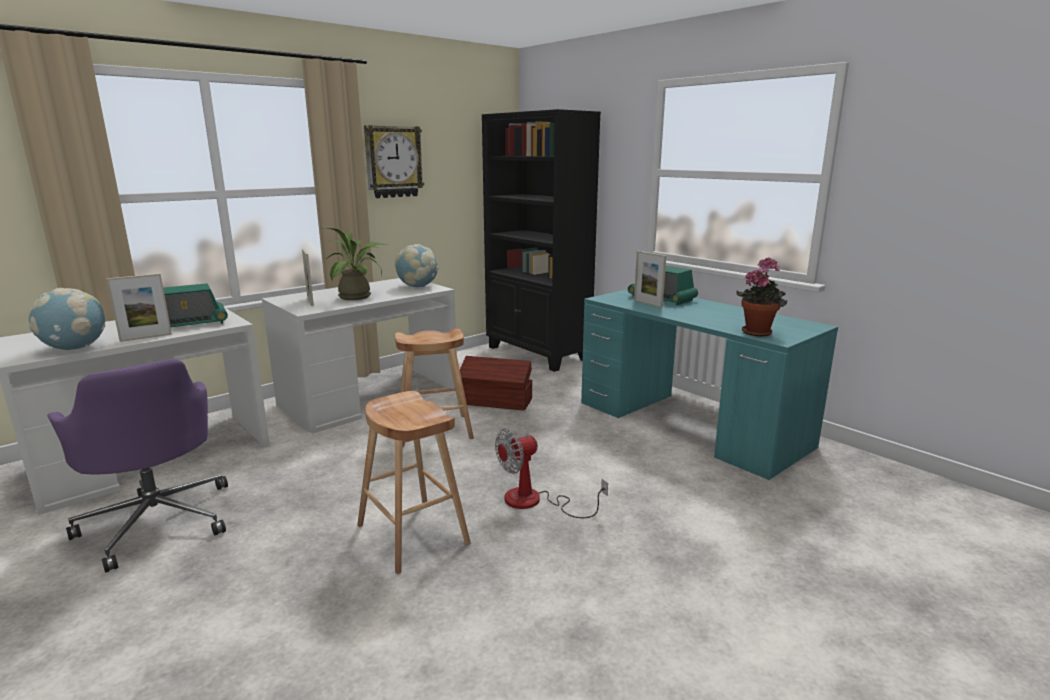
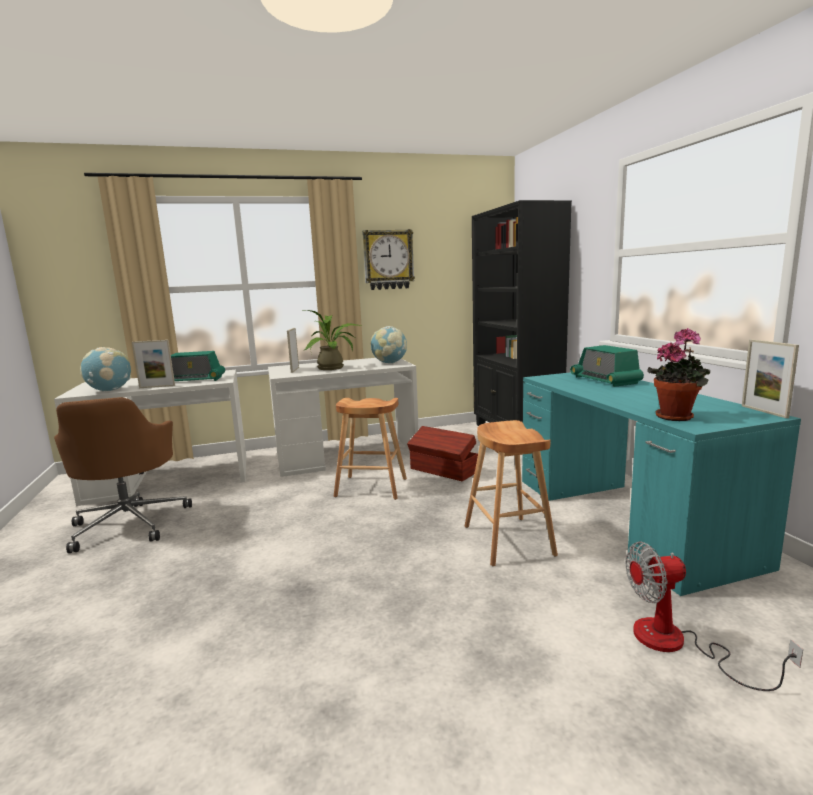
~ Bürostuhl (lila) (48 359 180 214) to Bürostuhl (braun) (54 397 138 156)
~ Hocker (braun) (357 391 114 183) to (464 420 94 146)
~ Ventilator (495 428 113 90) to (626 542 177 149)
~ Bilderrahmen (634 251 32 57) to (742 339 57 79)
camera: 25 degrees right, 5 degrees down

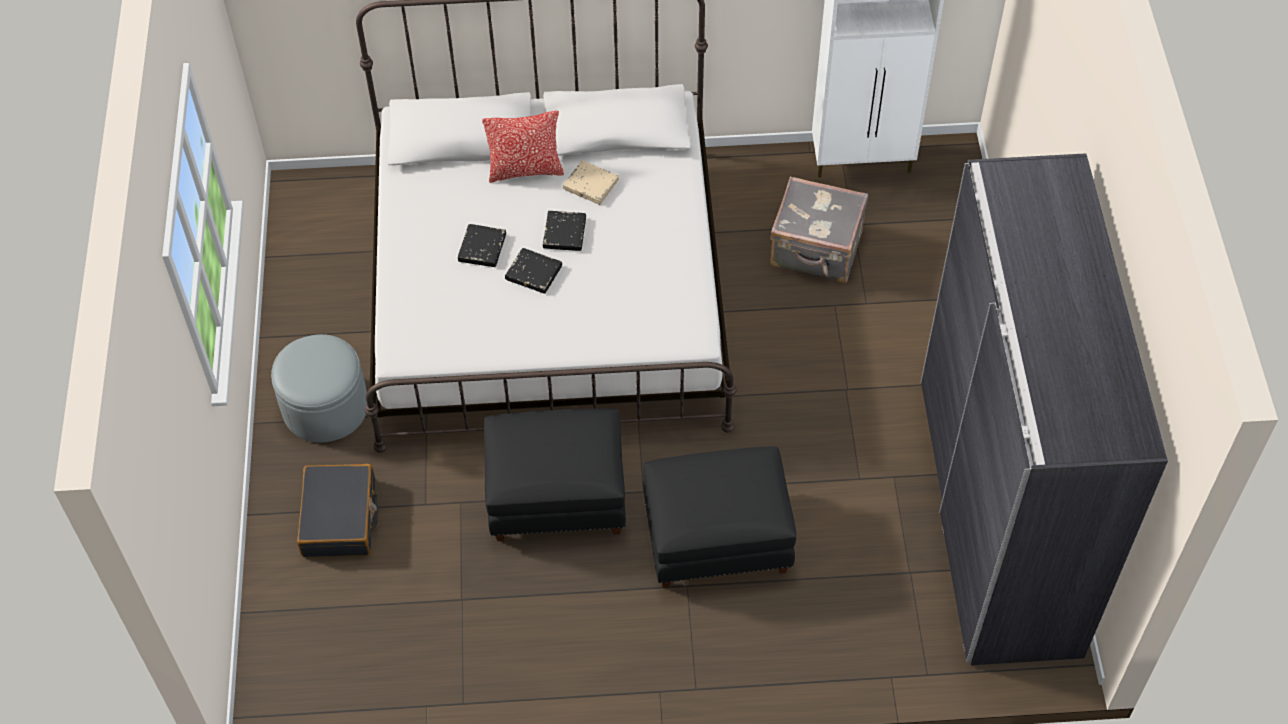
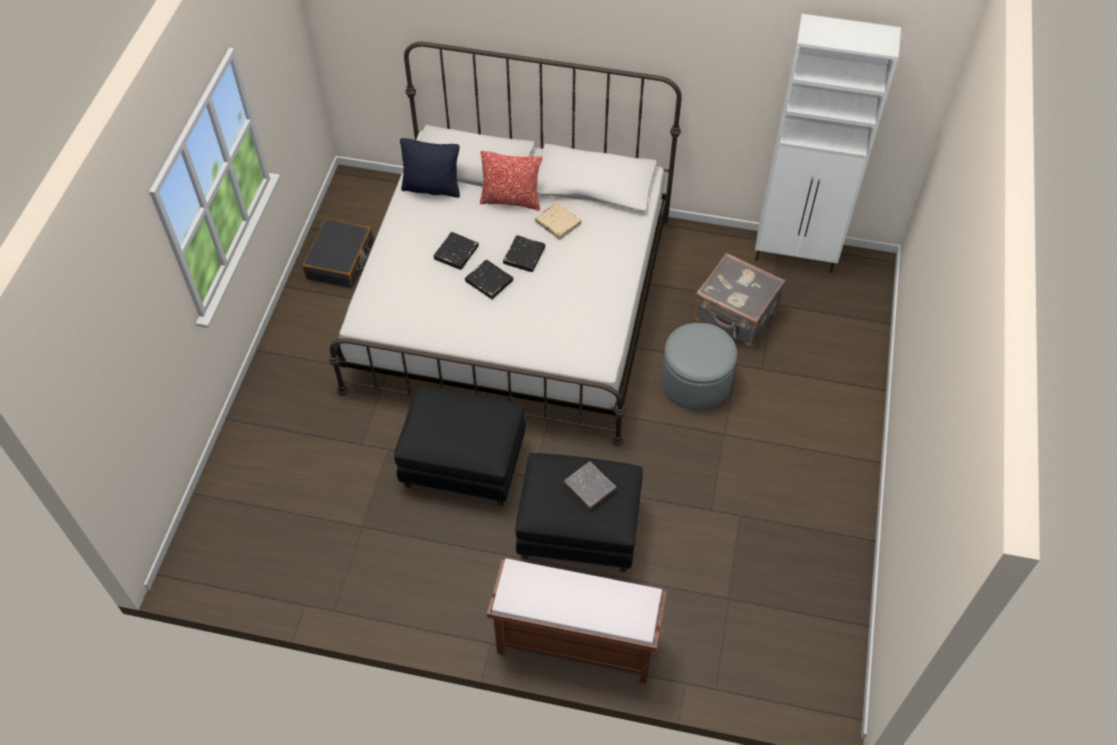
~ Polsterhocker (grau) (271 334 96 109) to (661 323 76 87)
~ Koffer (schwarz) (297 464 81 93) to (302 219 72 69)
- Kleiderschrank (grau) (920 153 248 512)
+ Kissen (schwarz) (400 138 60 60)
+ Bank (braun) (487 558 180 126)
+ Buch (grau) (564 461 52 49)
camera: 15 degrees right, 0 degrees up

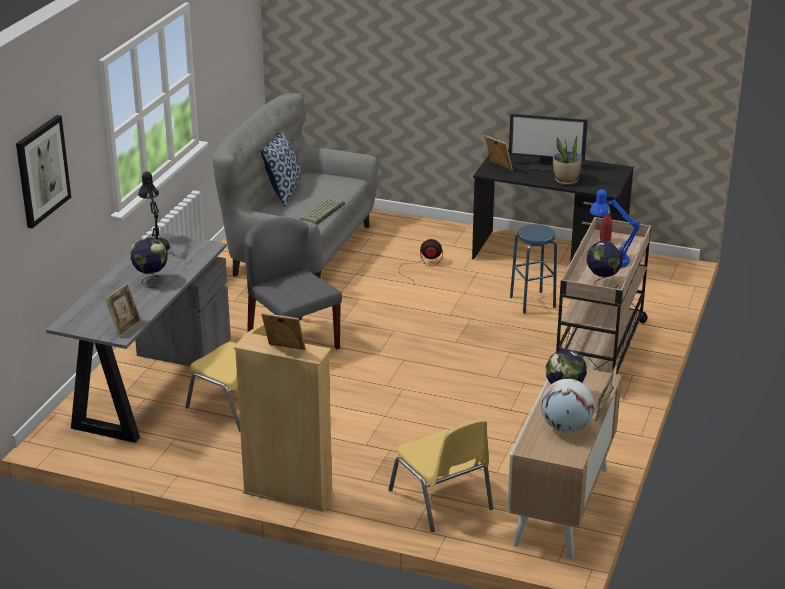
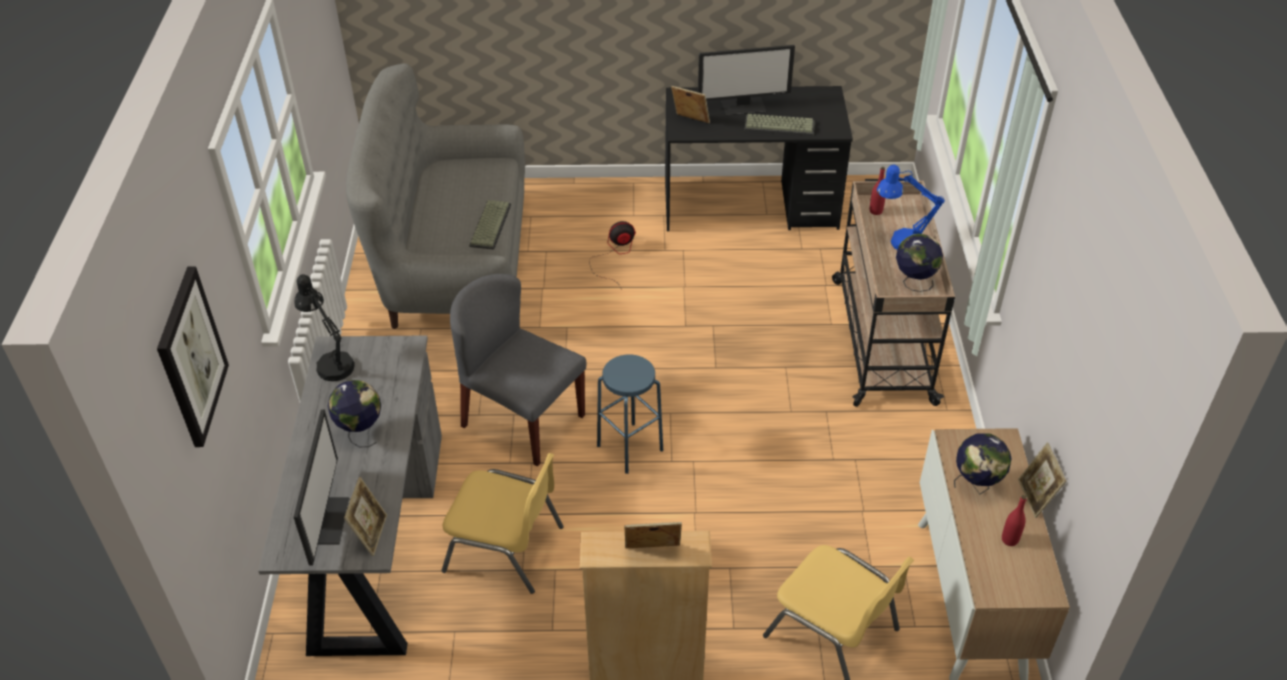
- Kissen (260 131 41 75)
~ Hocker (blau) (510 224 47 90) to (597 354 66 120)
~ Globus (541 379 54 54) to Flasche (rot) (1002 495 25 51)
~ Topfpflanze (553 137 29 48) to Tastatur (744 114 71 22)
+ Monitor (294 410 56 156)
camera: 20 degrees left, 15 degrees up

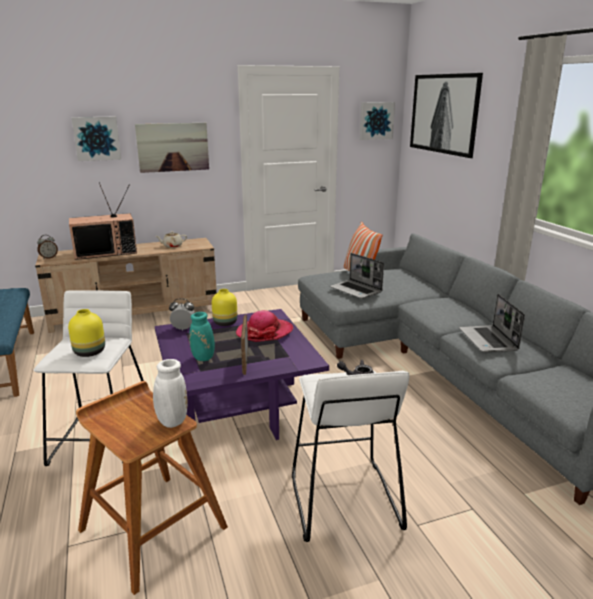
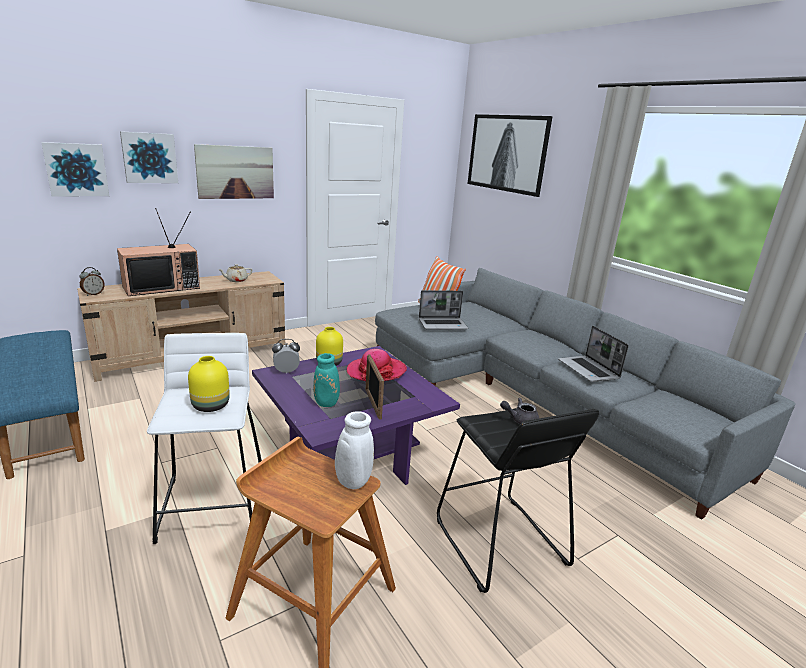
~ Hocker (weiß) (292 370 117 172) to Hocker (schwarz) (437 408 162 185)
~ Laptop (330 253 54 46) = (419 290 49 39) 45 degrees counterclockwise
~ Bild (360 102 35 38) to (41 142 68 55)
camera: 15 degrees left, 0 degrees up

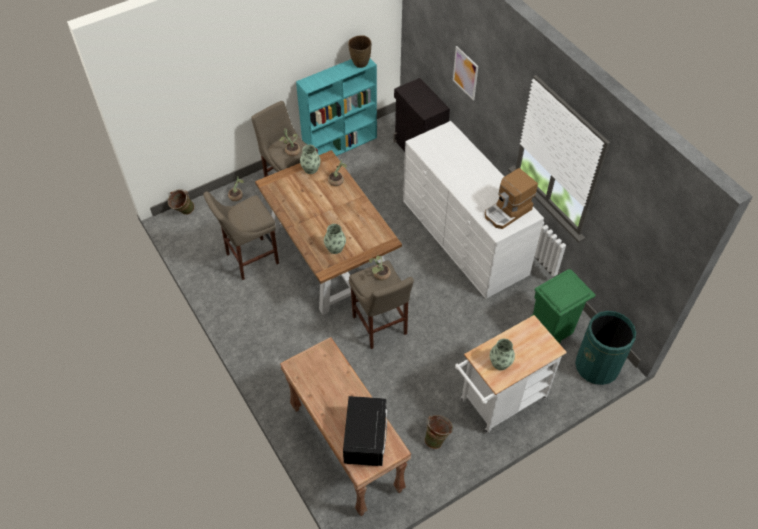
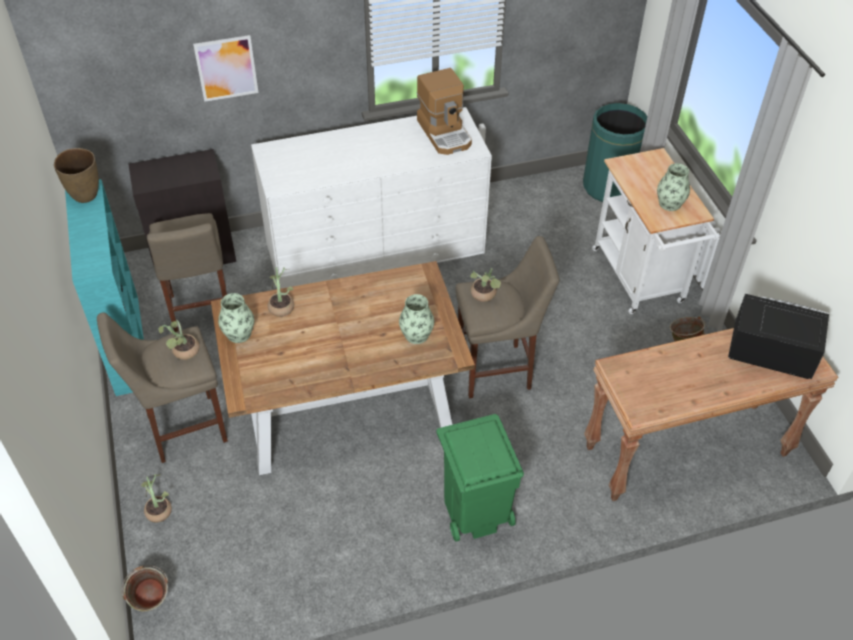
~ Hocker (beige) (203 191 76 89) to (147 213 80 119)
~ Mülleimer (grün) (530 269 65 75) to (436 414 88 128)
camera: 75 degrees left, 5 degrees down

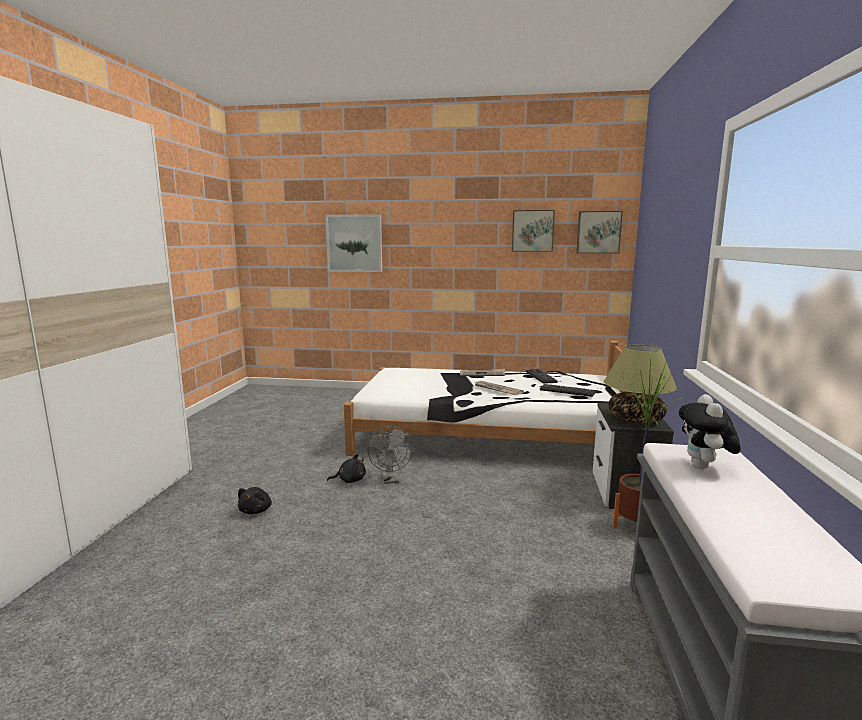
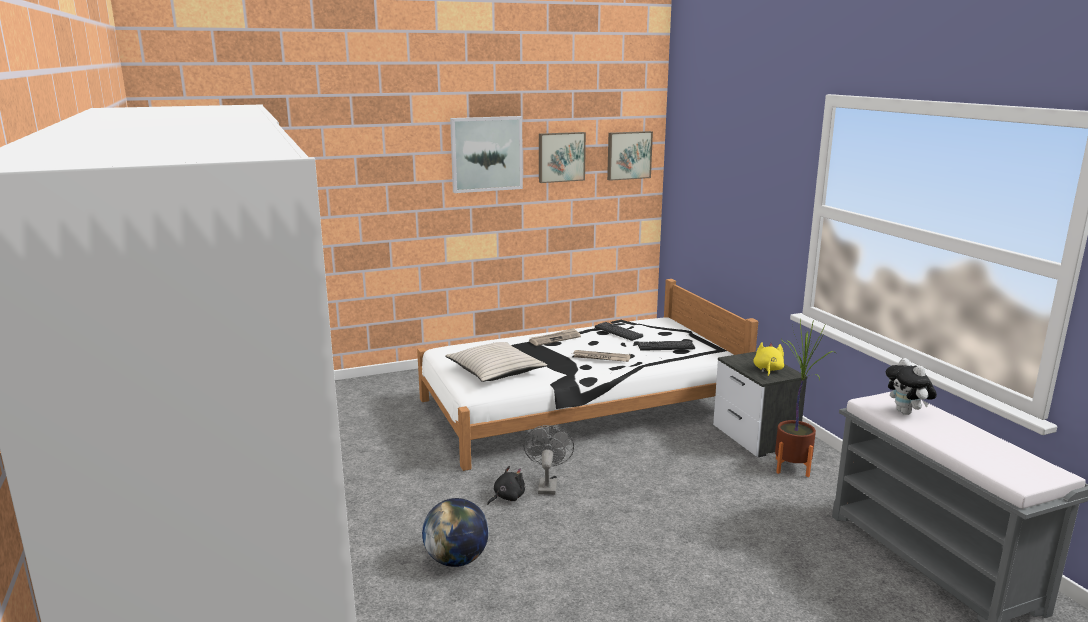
~ Plüschtier (schwarz) (238 487 34 27) to Globus (422 498 67 69)
~ Bild (325 214 57 58) to (450 116 73 77)
~ Ventilator (grau) (368 426 46 58) = (523 425 51 70) 135 degrees counterclockwise
~ Tischlampe (604 344 73 79) to Plüschtier (gelb) (754 343 30 34)
+ Kissen (beige) (445 342 102 40)
camera: 30 degrees left, 5 degrees up

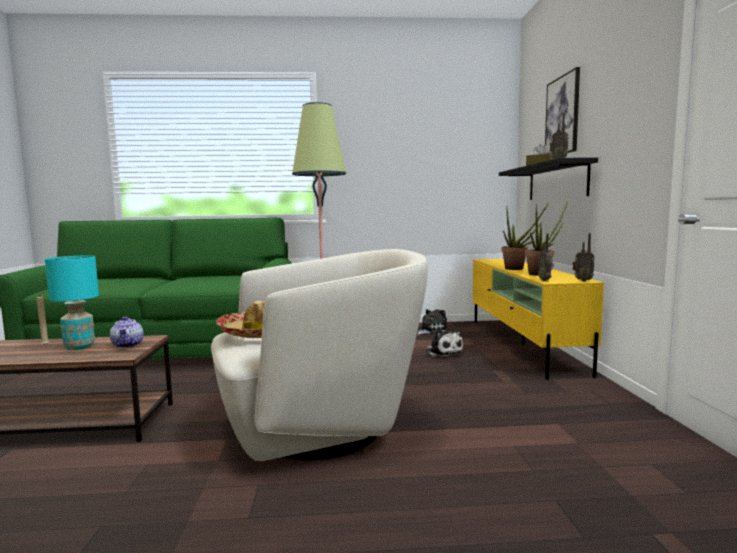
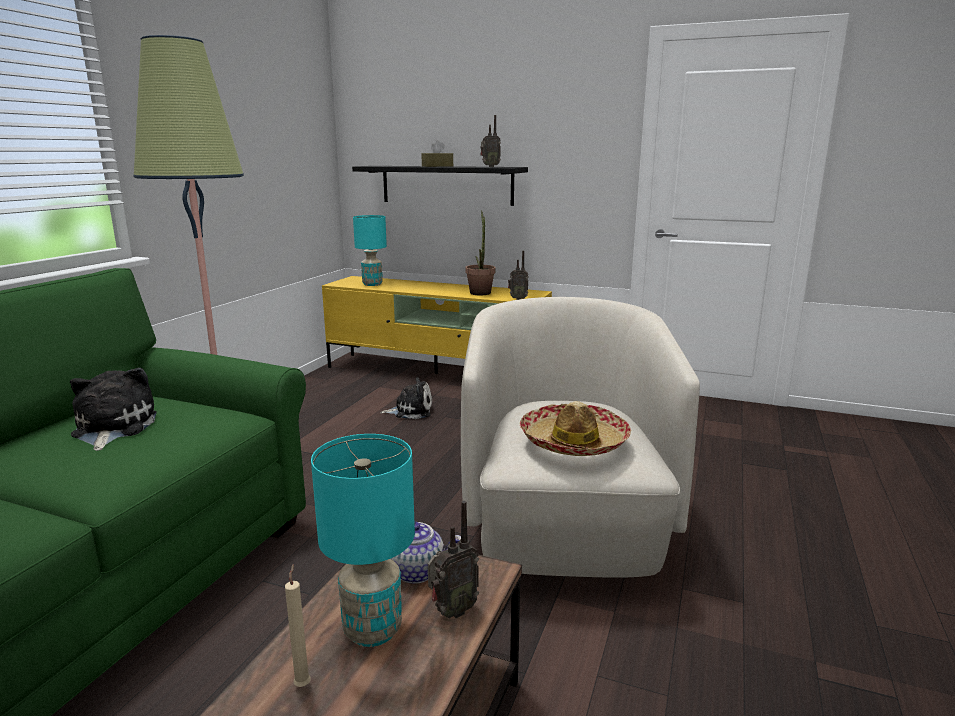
~ Plüschtier (417 309 32 26) to (70 368 87 83)
- Topfpflanze (501 203 48 67)
- Bild (545 67 35 86)
~ Radio (572 233 23 48) to (428 501 51 117)
+ Tischlampe (türkis) (353 215 34 71)
camera: 65 degrees left, 10 degrees up

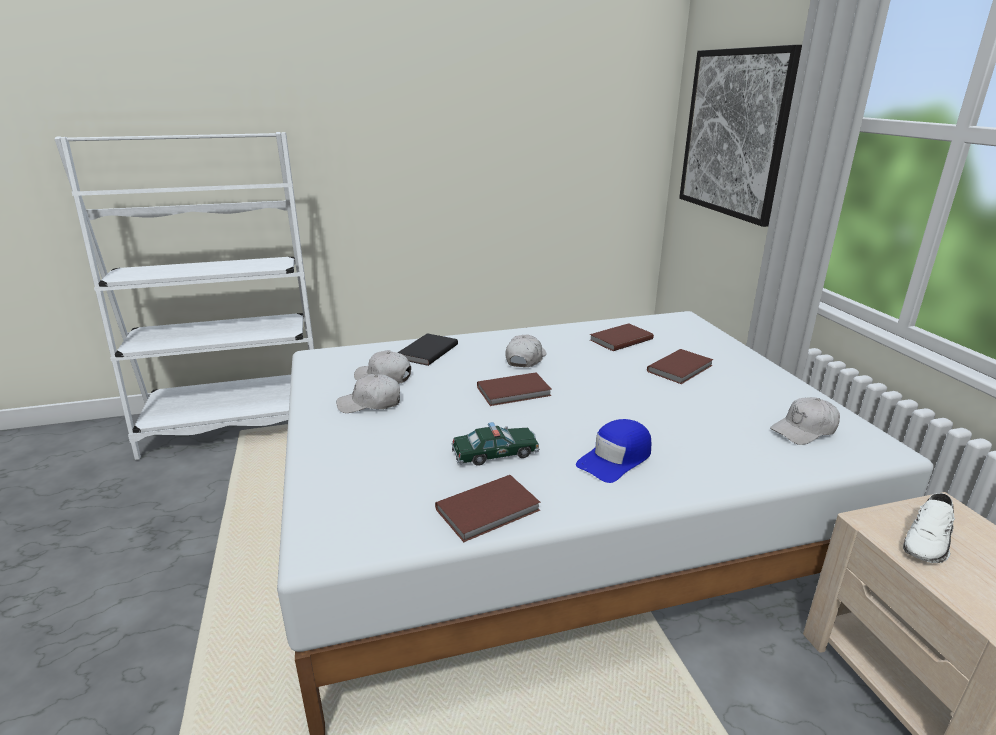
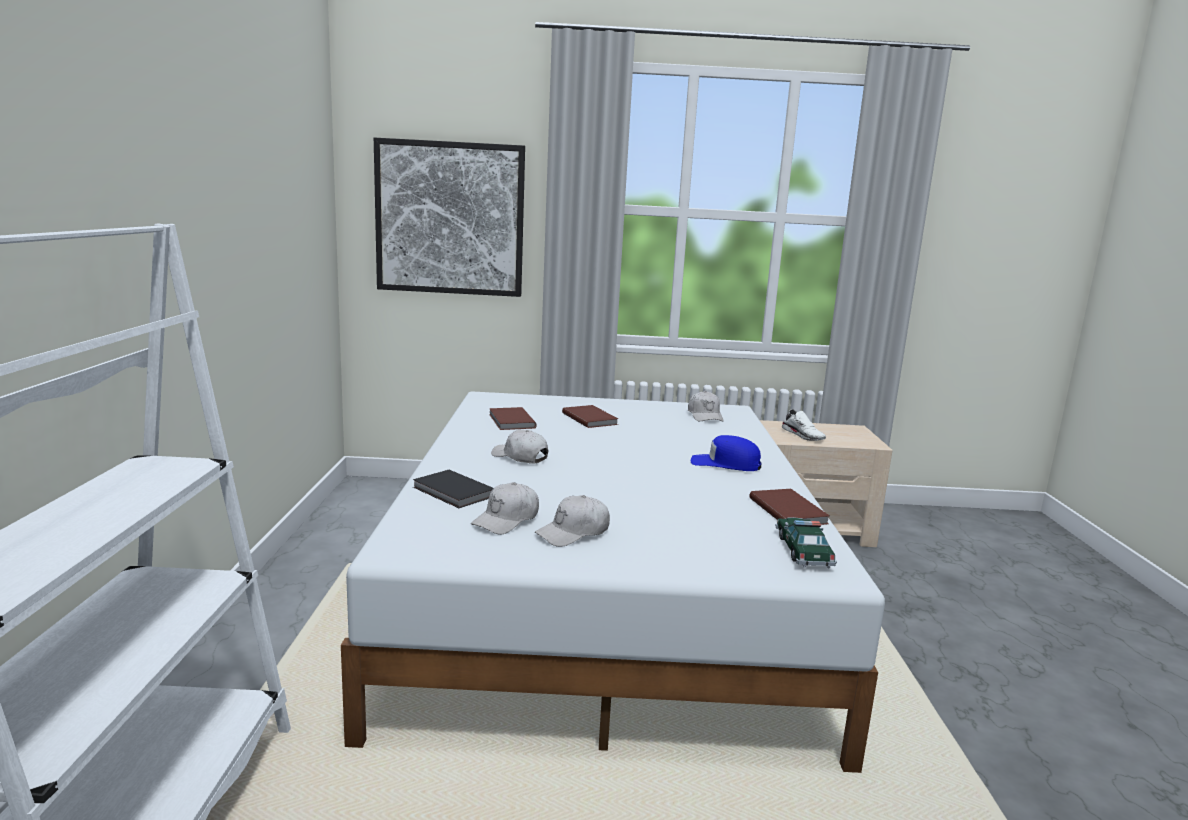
~ Kappe (weiß) (336 374 64 39) = (535 495 75 52) 45 degrees clockwise
~ Spielzeugauto (452 422 87 44) to (775 517 62 52)
- Buch (braun) (477 372 75 34)
~ Kappe (blau) (576 419 75 64) = (691 435 70 36) 135 degrees clockwise
camera: 75 degrees left, 10 degrees down

